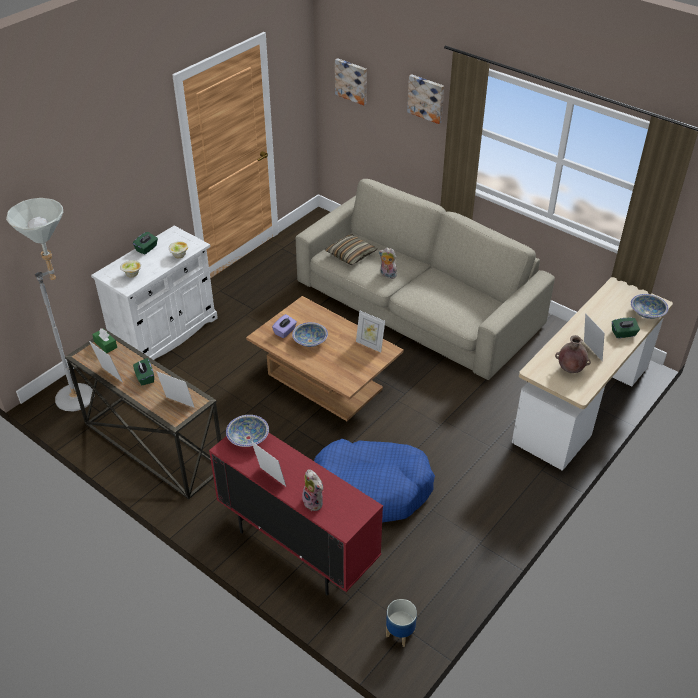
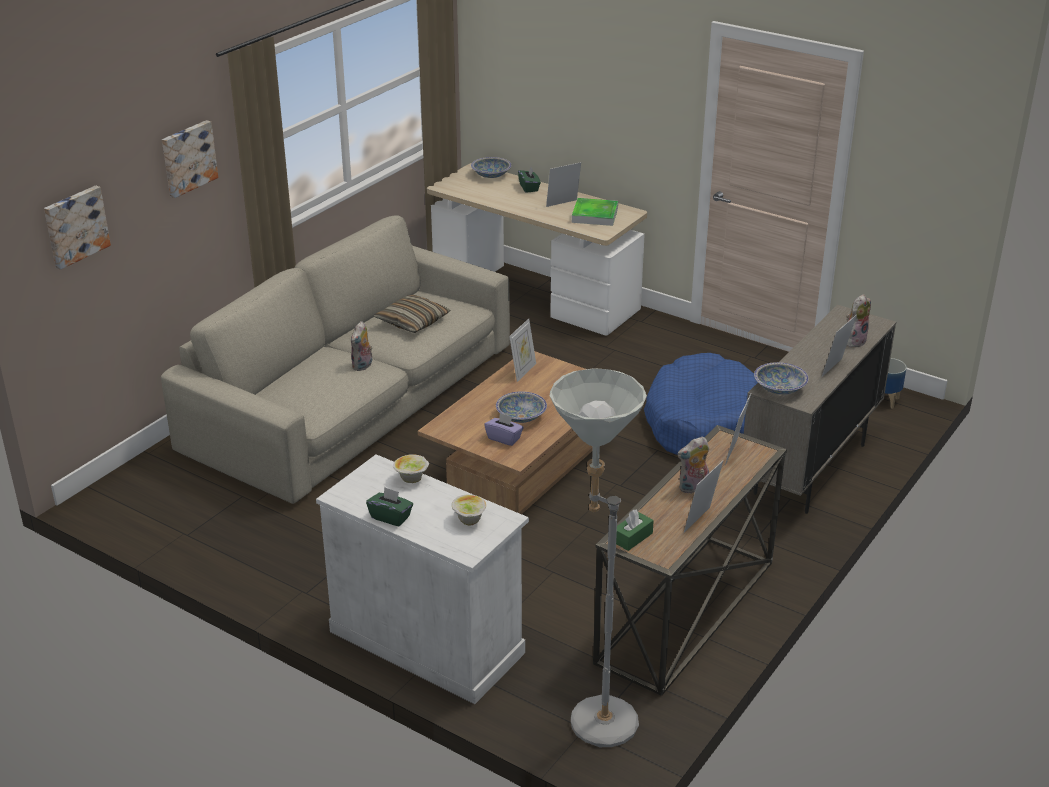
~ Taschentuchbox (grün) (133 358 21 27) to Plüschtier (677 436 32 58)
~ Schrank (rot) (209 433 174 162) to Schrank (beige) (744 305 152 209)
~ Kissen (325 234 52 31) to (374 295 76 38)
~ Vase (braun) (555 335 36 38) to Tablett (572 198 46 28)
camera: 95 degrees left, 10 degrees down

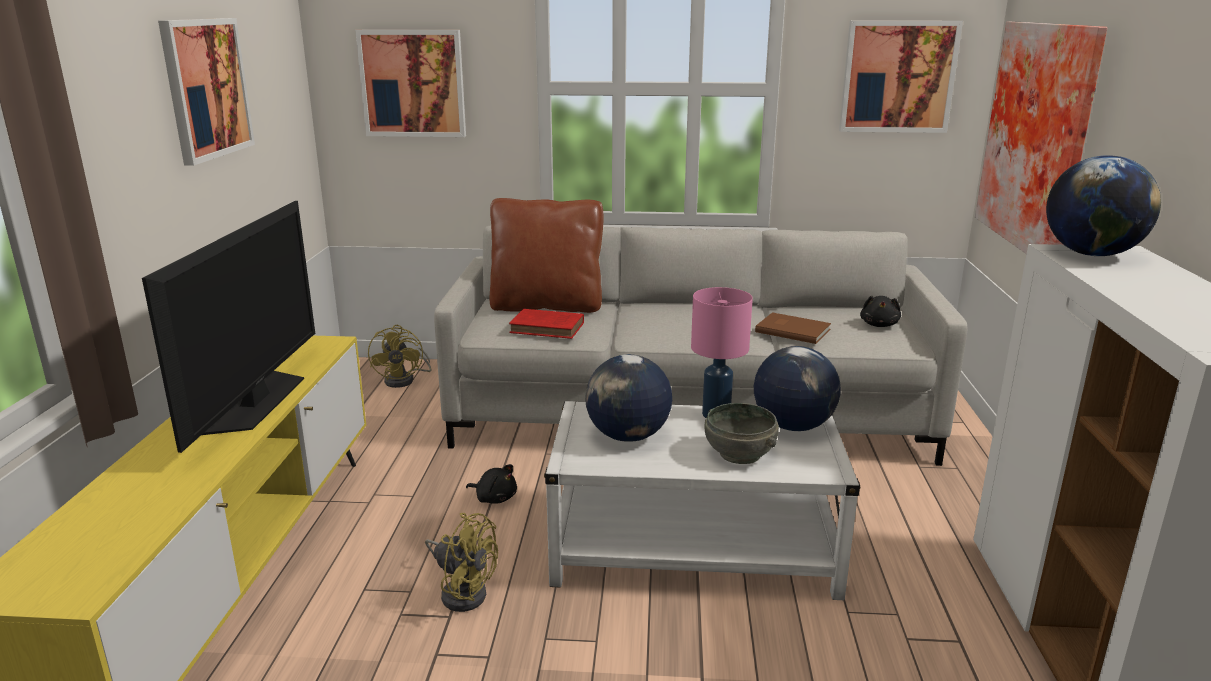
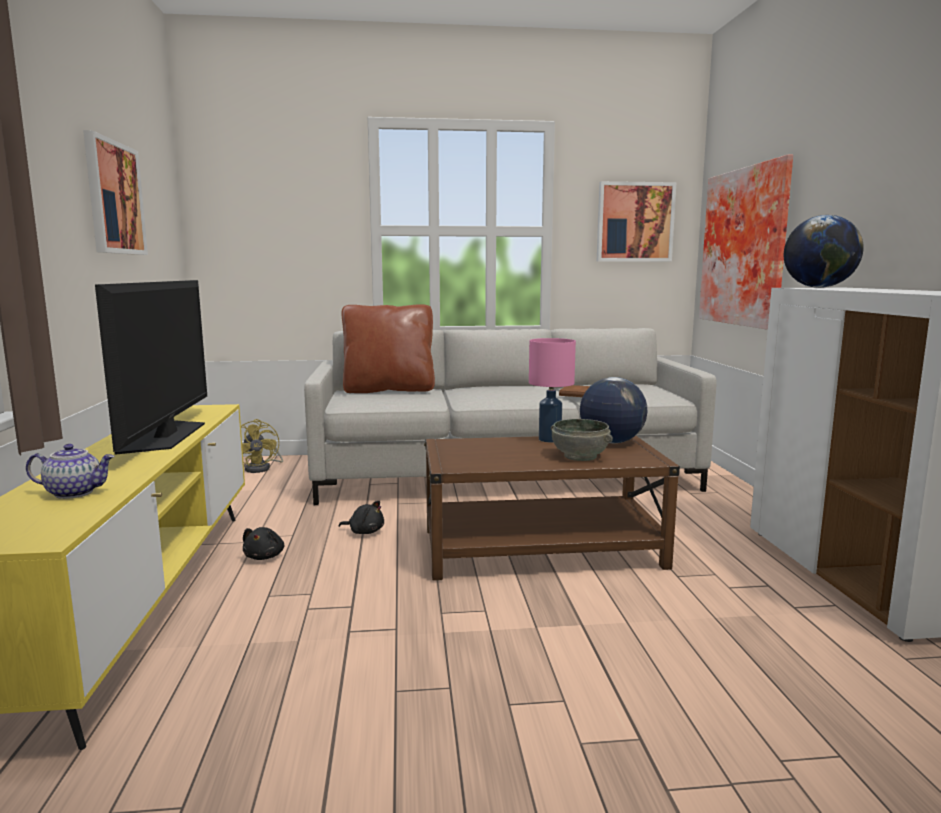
- Bild (355 30 111 107)
- Ventilator (gelb) (425 513 73 99)
- Buch (rot) (509 309 75 30)
~ Couchtisch (weiß) (544 401 316 199) to Couchtisch (braun) (424 436 256 145)
- Globus (585 354 87 88)
~ Plüschtier (schwarz) (860 296 41 31) to (243 527 42 33)
+ Teekanne (26 444 89 55)
camera: 10 degrees left, 10 degrees down

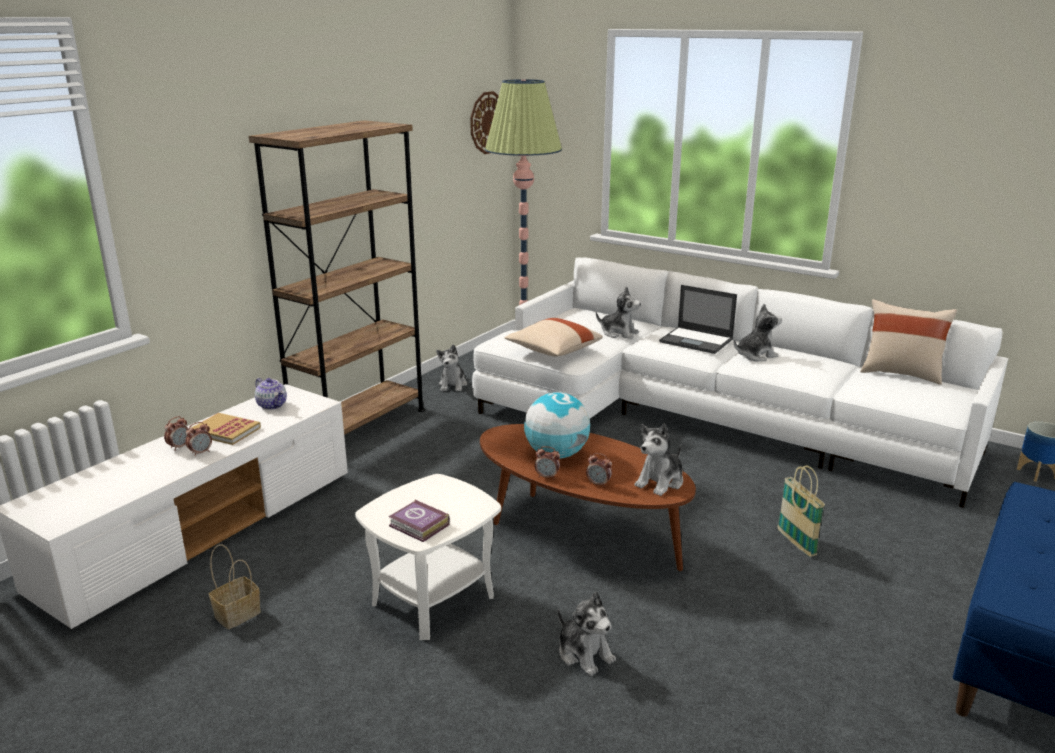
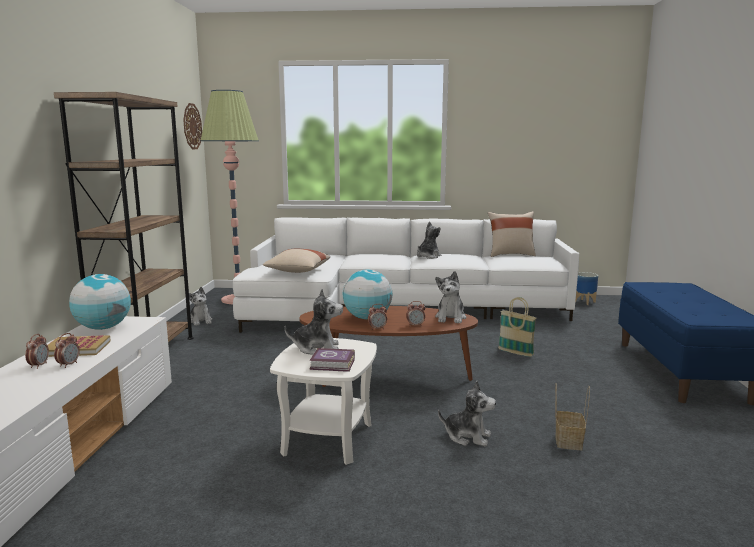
~ Korb (209 544 52 85) to (555 384 35 66)
~ Teekanne (255 378 32 32) to Globus (69 274 62 56)
~ Plüschtier (596 287 45 52) to (285 289 58 66)
- Laptop (659 285 78 69)
camera: 30 degrees left, 10 degrees down

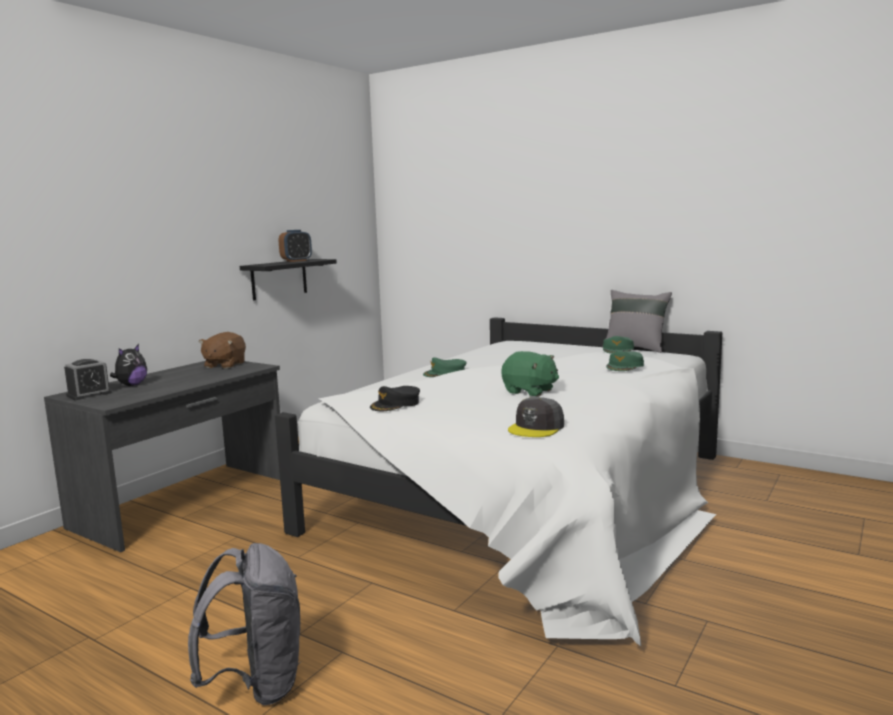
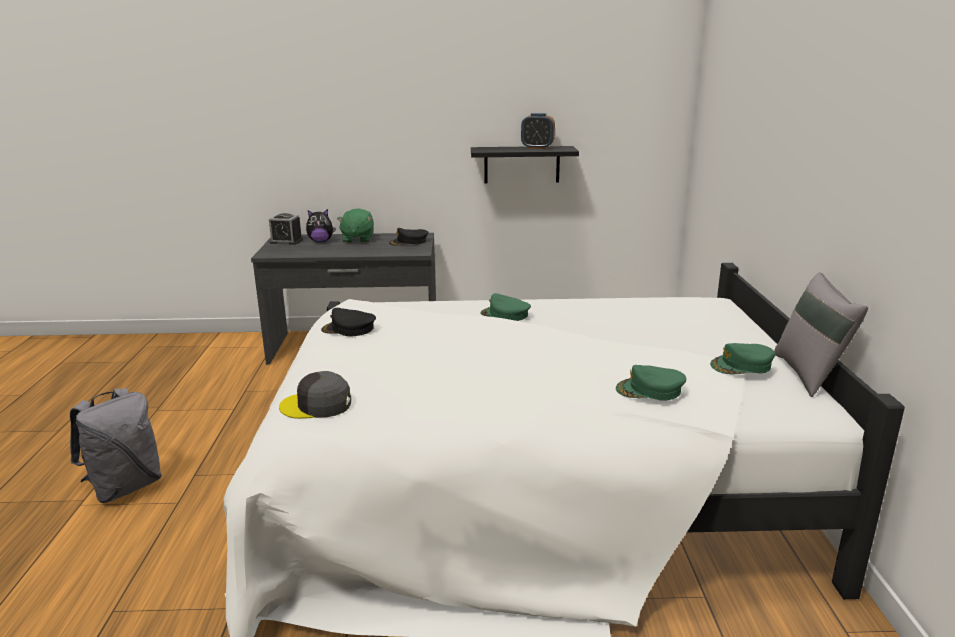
~ Plüschtier (braun) (199 332 47 37) to Kappe (schwarz) (389 228 39 18)
~ Plüschtier (grün) (501 351 58 46) to (337 208 37 35)
camera: 55 degrees right, 10 degrees up

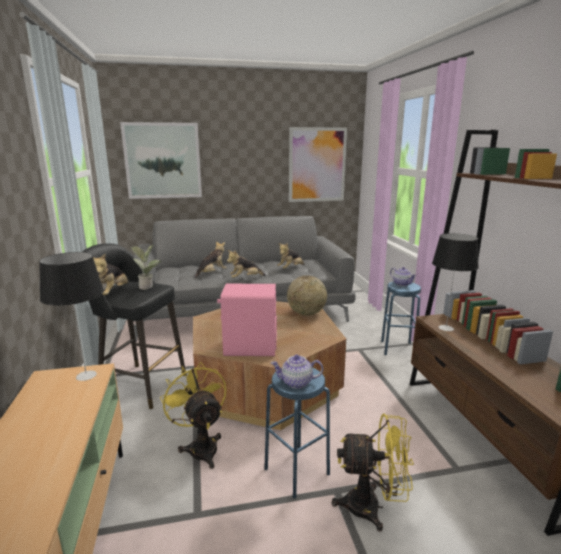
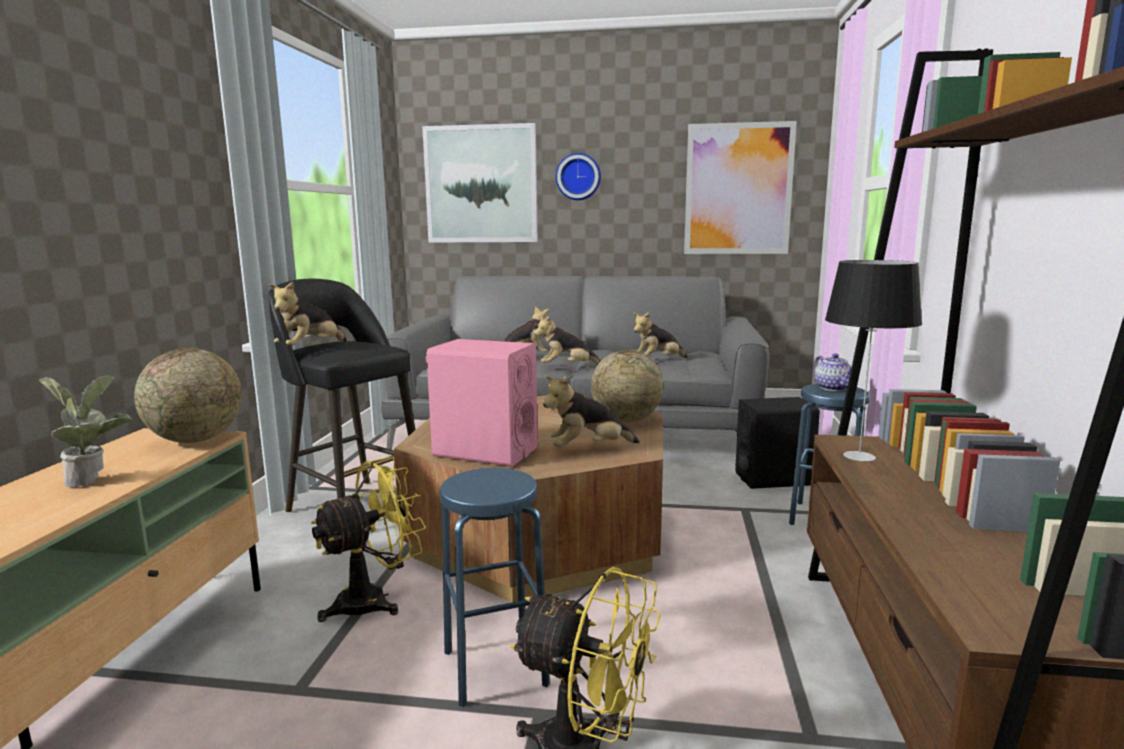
~ Tischlampe (39 252 65 129) to Globus (134 348 108 95)
~ Topfpflanze (130 244 31 46) to (39 375 93 113)
~ Ventilator (gelb) (160 362 66 107) = (311 457 115 165) 60 degrees clockwise
- Teekanne (271 355 52 34)
+ Plüschtier (543 376 97 71)
+ Wanduhr (556 153 45 47)
+ Lautsprecher (schwarz) (735 397 85 92)
camera: 20 degrees right, 5 degrees down

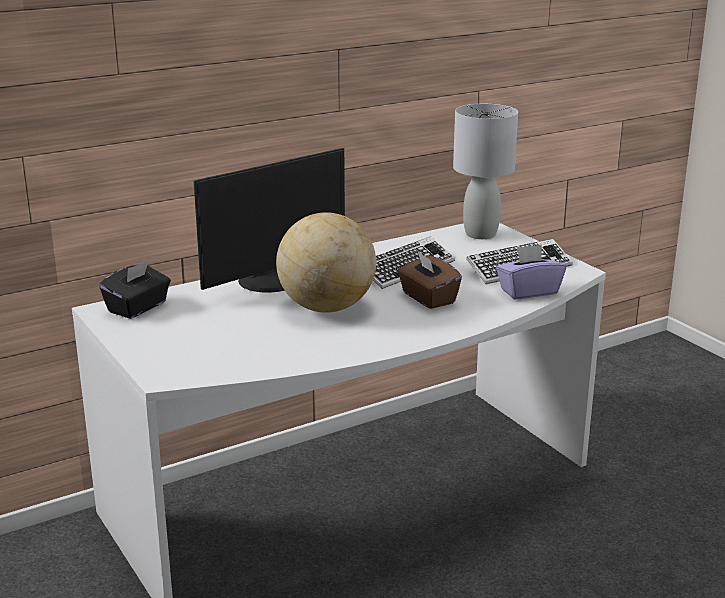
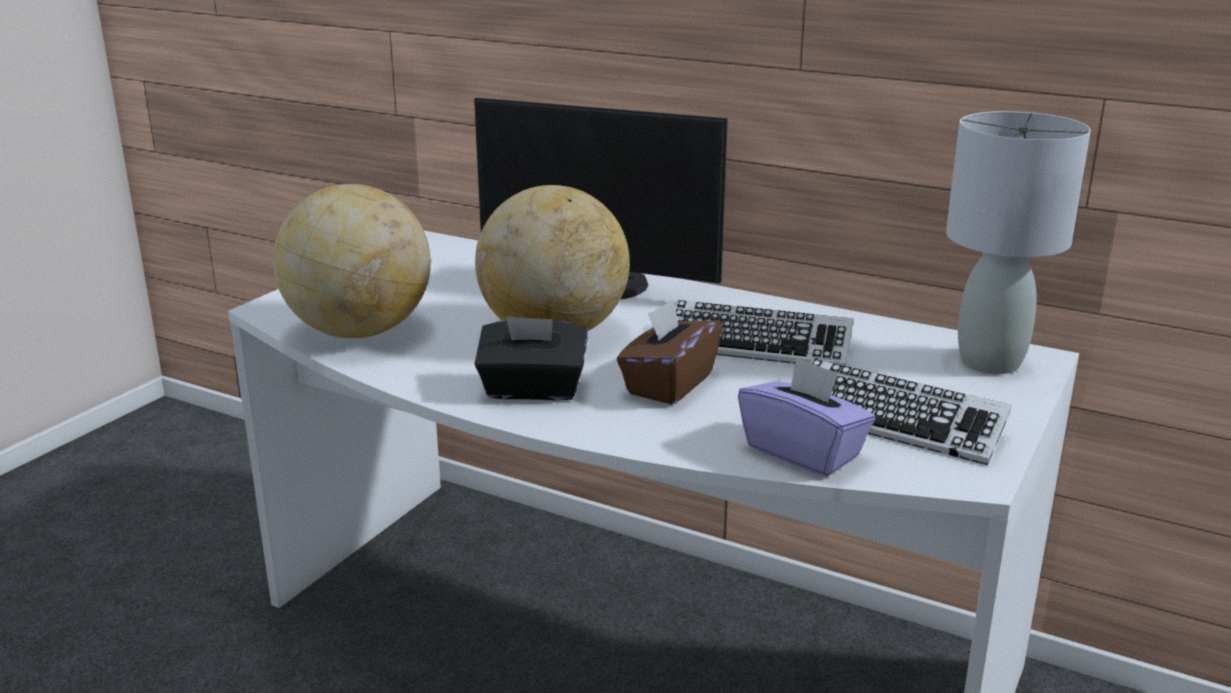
~ Taschentuchbox (schwarz) (99 260 72 59) to (475 316 113 84)
+ Globus (273 184 158 154)
camera: 60 degrees right, 0 degrees up

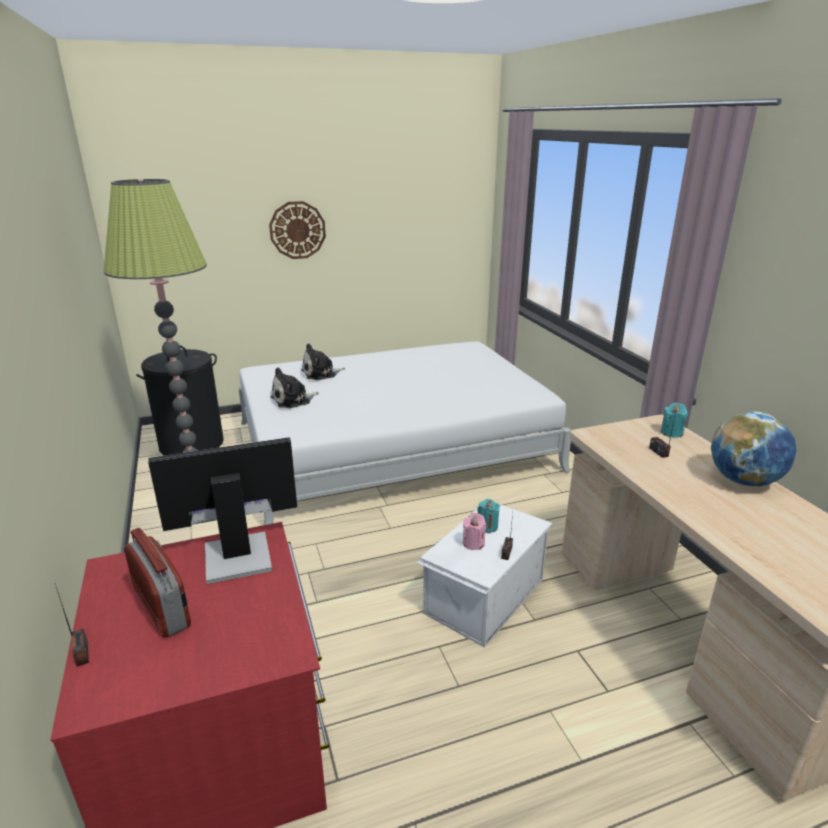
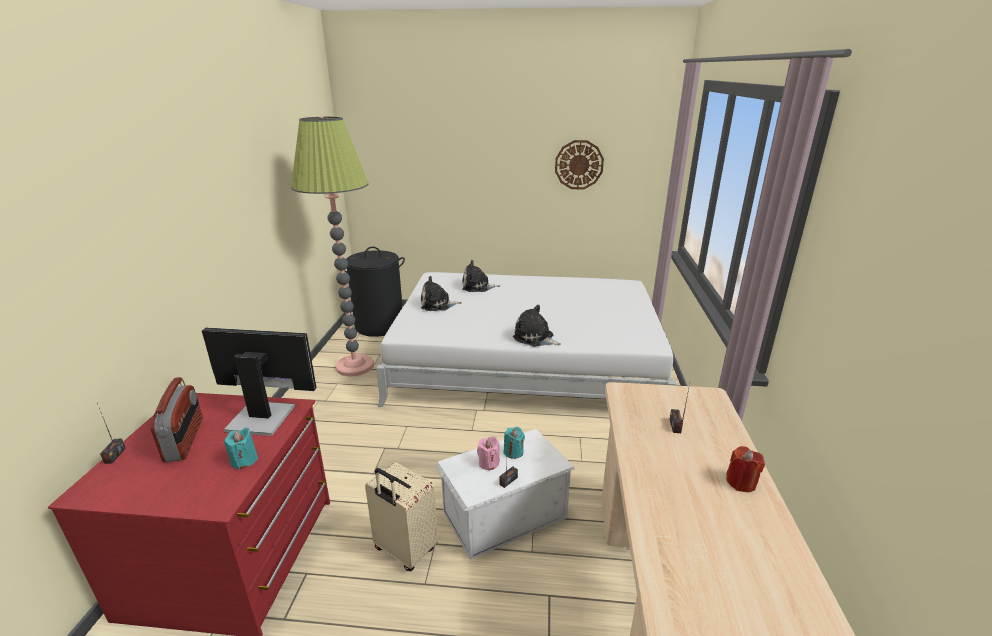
~ Wanduhr (269 201 57 58) to (555 140 49 50)
~ Kerze (türkis) (661 403 27 35) to (224 427 34 43)
~ Globus (711 412 86 74) to Kerze (rot) (726 446 39 46)
+ Koffer (beige) (365 462 73 109)
+ Plüschtier (513 305 48 42)
camera: 25 degrees right, 0 degrees up

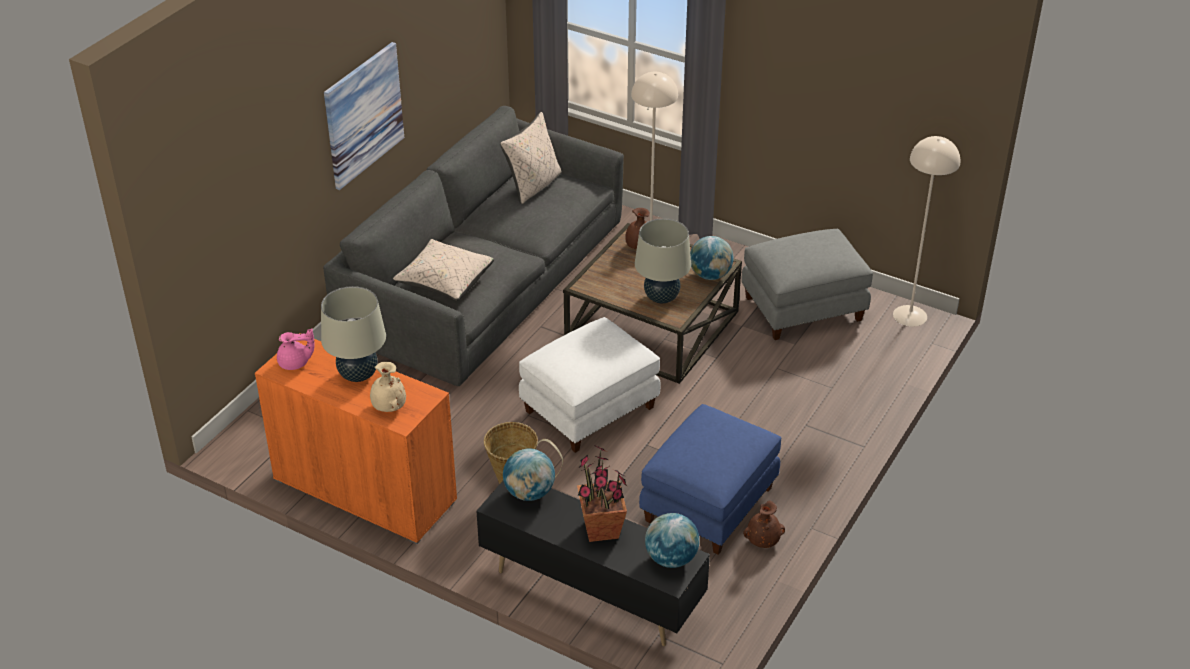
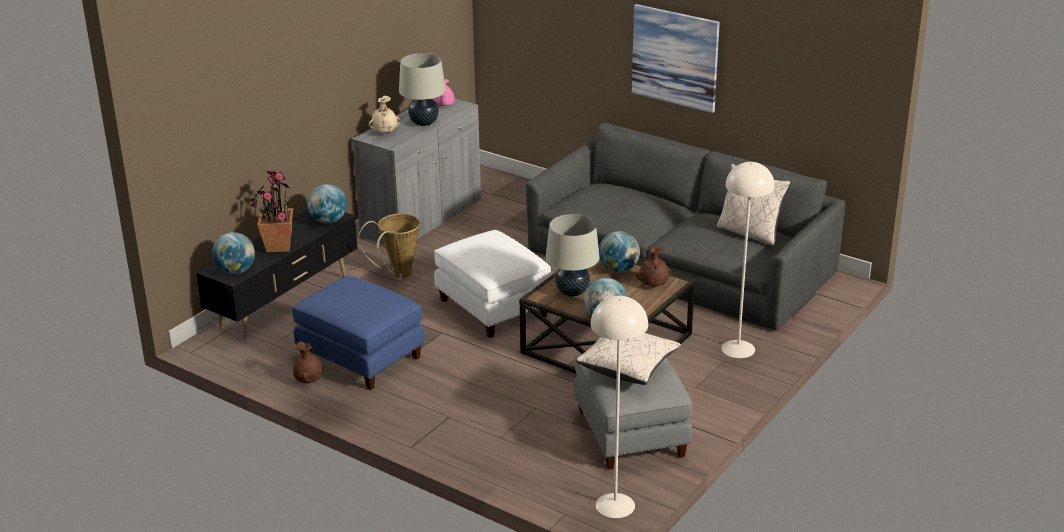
~ Schrank (orange) (255 333 202 211) to Schrank (grau) (352 98 129 146)
~ Kissen (beige) (393 239 101 62) to (576 333 105 52)
+ Globus (599 231 41 42)
camera: 95 degrees right, 10 degrees down

